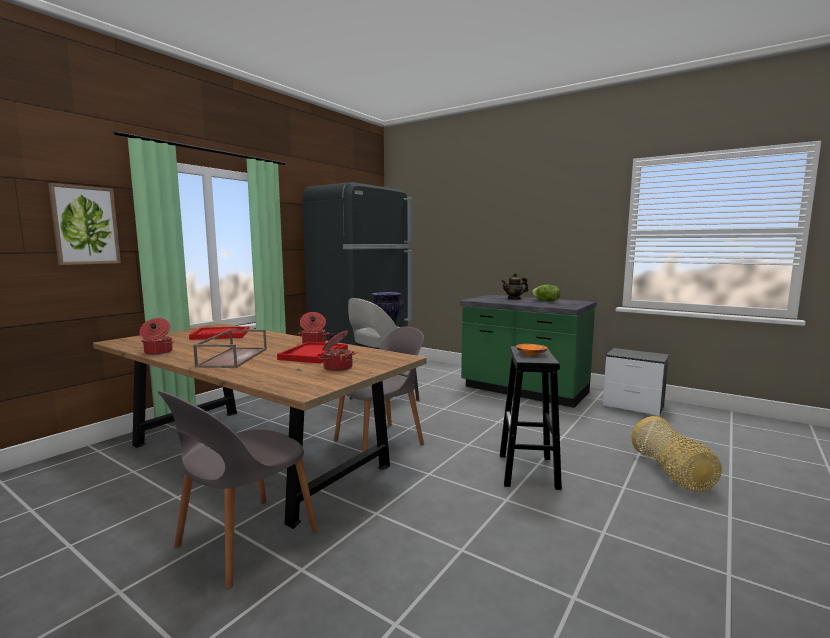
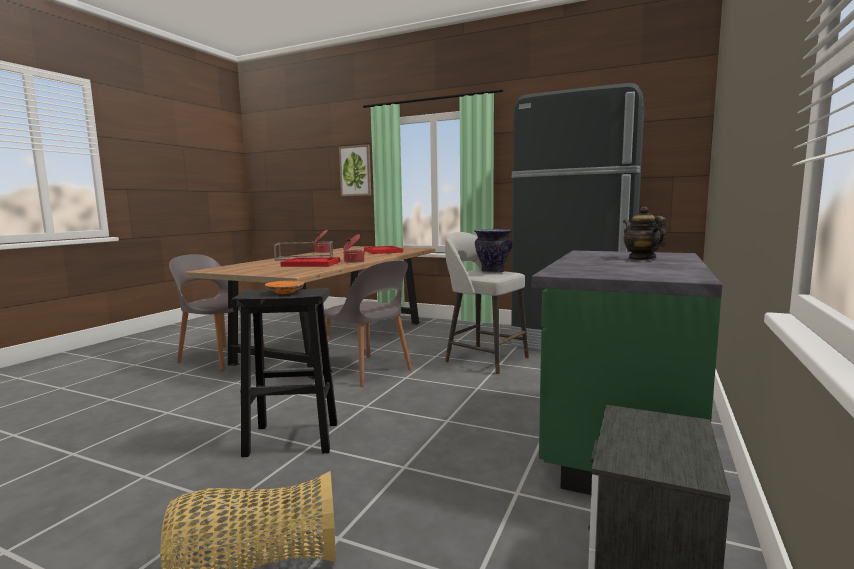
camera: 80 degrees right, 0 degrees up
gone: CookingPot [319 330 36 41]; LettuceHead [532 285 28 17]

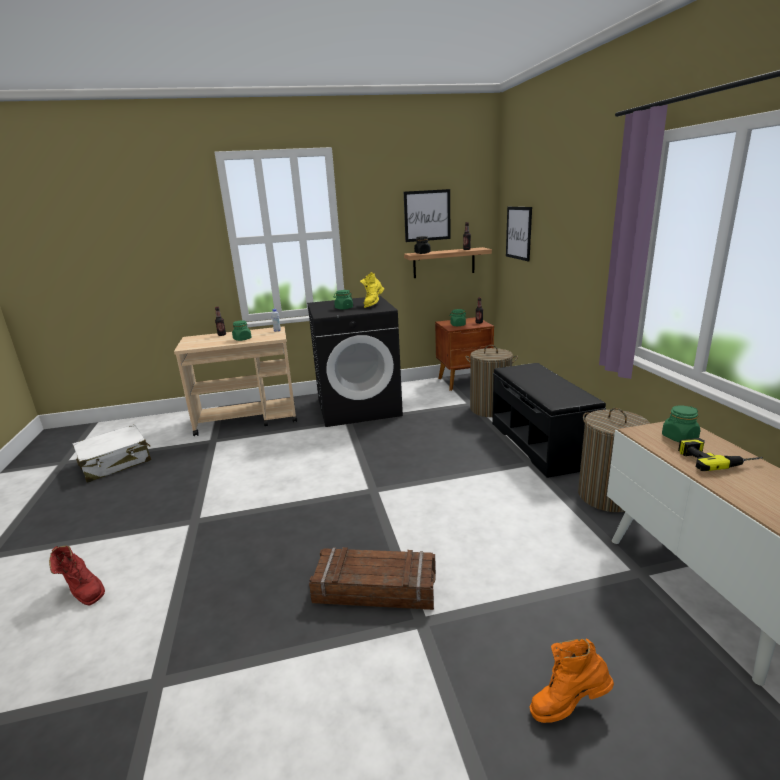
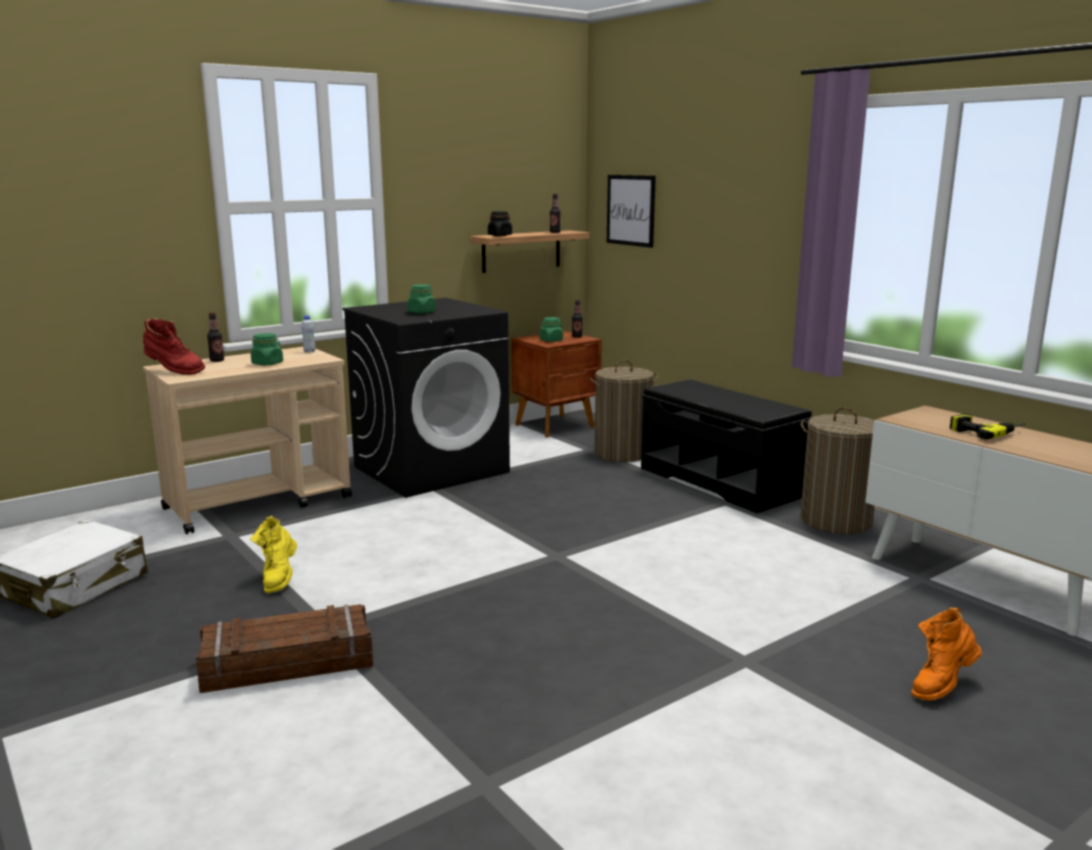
camera: 25 degrees left, 5 degrees down
gone: WallArt [404 189 47 53]; GreenStorageJar [662 405 38 38]
shifted: RedBoot [49 546 56 60] to [143 318 62 57]; Crate [309 547 127 63] to [196 604 177 89]; YellowColouredBoot [360 272 24 36] to [250 516 47 77]

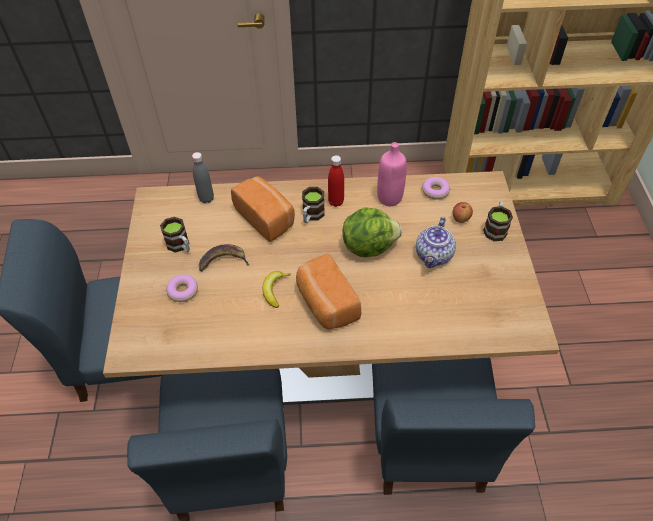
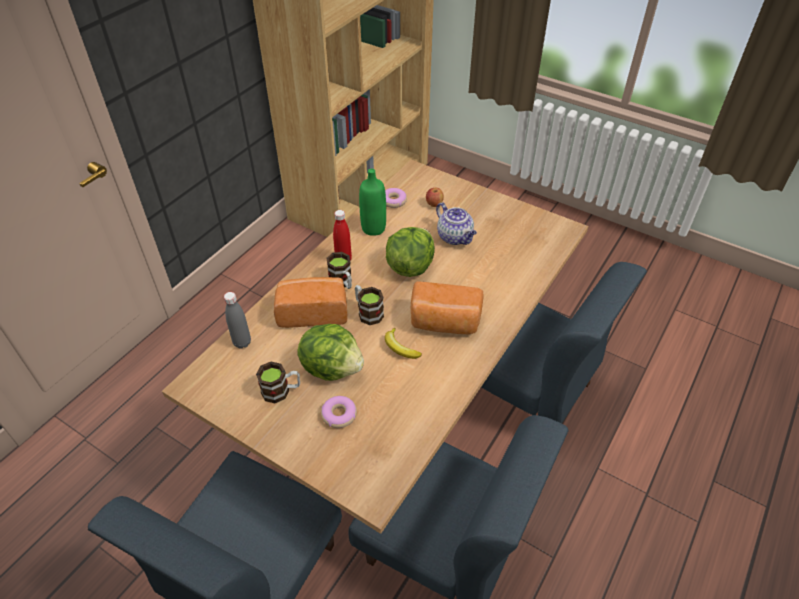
camera: 55 degrees left, 5 degrees down
shifted: Mug [483 201 30 40] to [355 285 29 40]
swapped: WholeBanana [199 244 51 27] to LettuceHead [297 324 67 57]
repainted: PinkDrinkBottle [377 142 30 64] to GreenDrinkBottle [359 169 27 67]

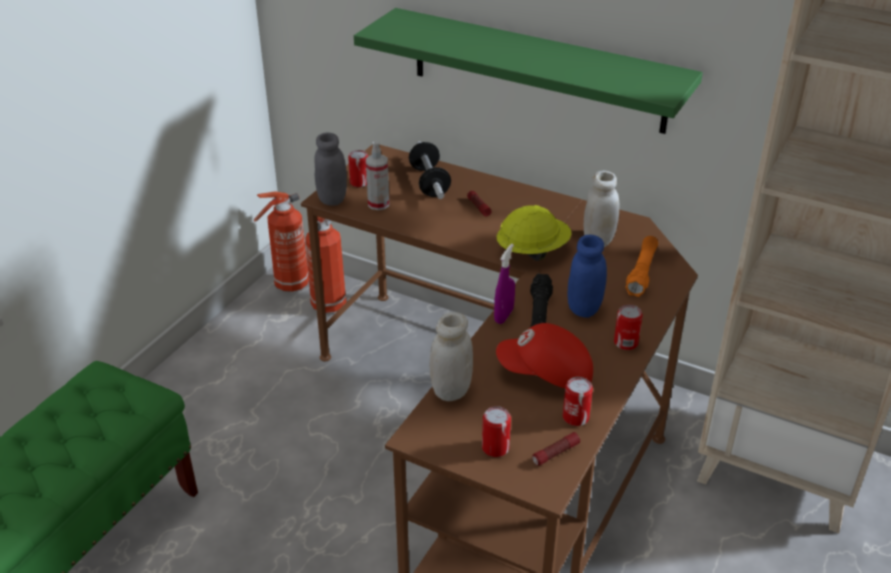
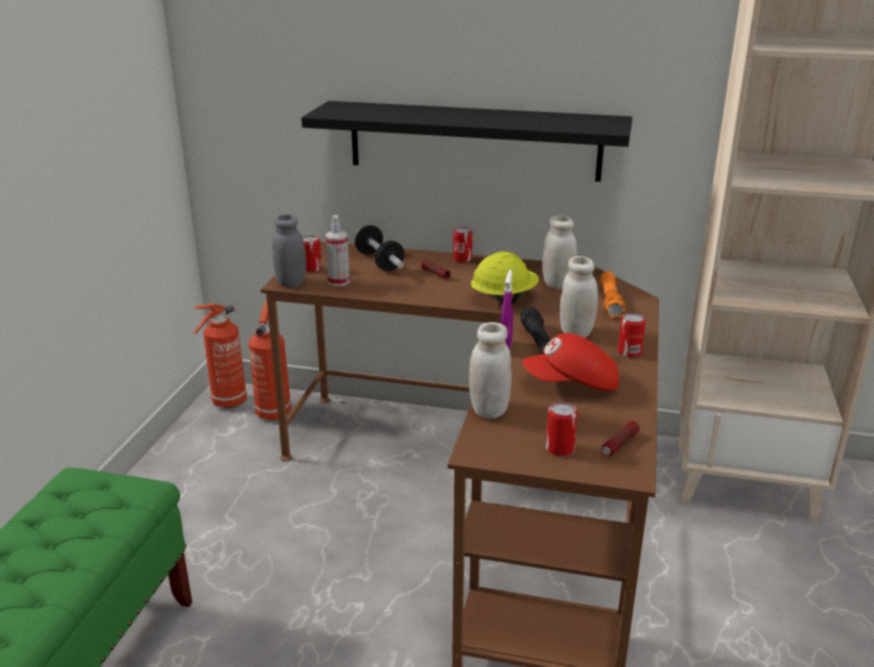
camera: 15 degrees left, 10 degrees down
shifted: Can [563 377 30 49] to [453 227 19 36]
repainted: GreenBracketShelf [354 8 349 126] to BlackishBracketShelf [301 101 331 81]; BlueColouredStorageJar [568 235 39 83] to WhitishStorageJar [560 256 38 82]

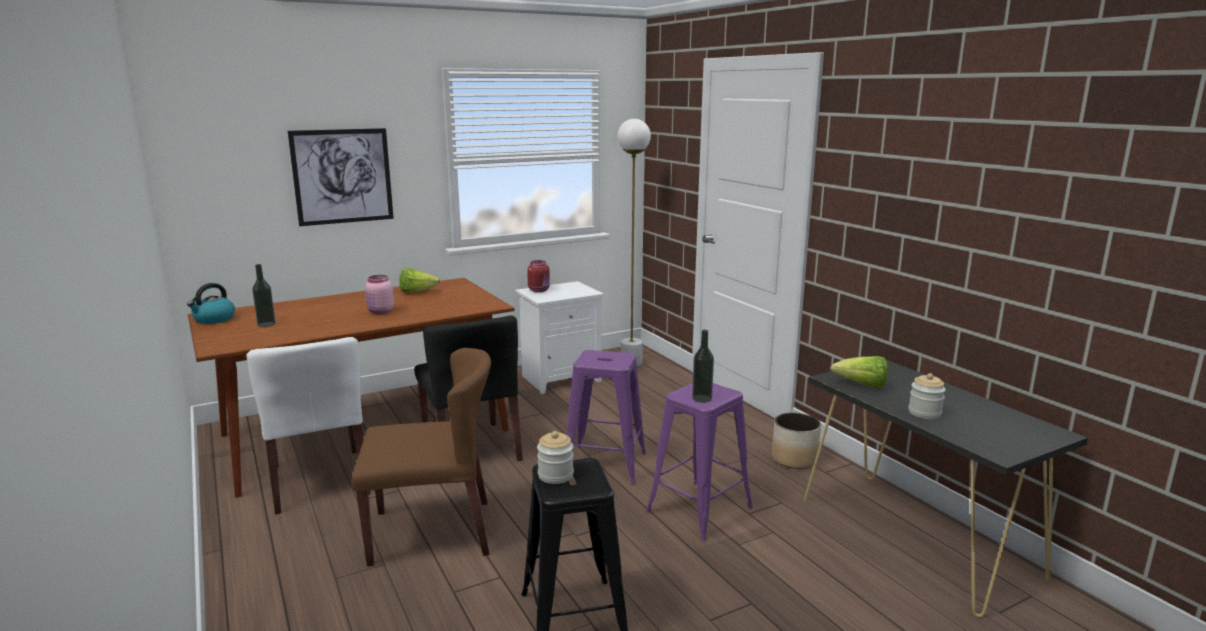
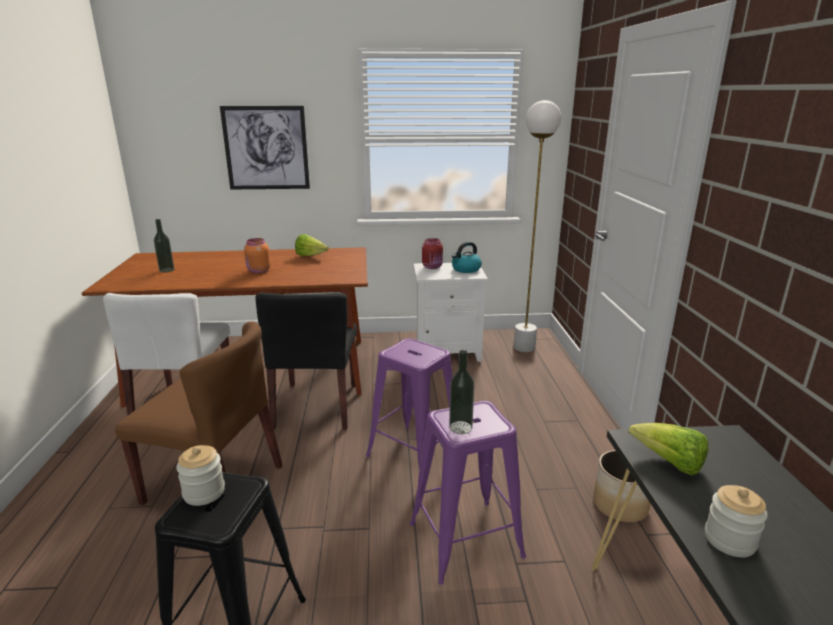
camera: 25 degrees right, 5 degrees up
shifted: Kettle [187 283 48 41] to [452 242 30 31]
repainted: PinkStorageJar [365 275 29 39] to OrangeyStorageJar [244 238 27 35]

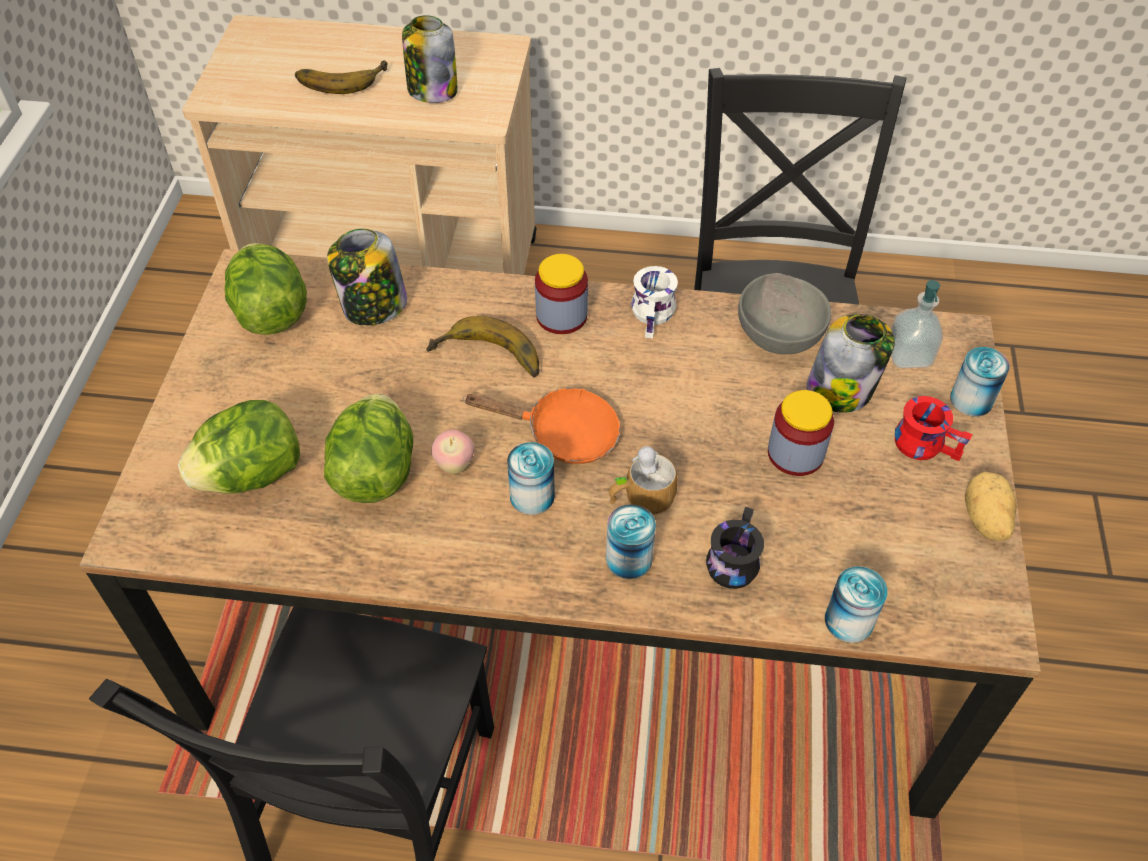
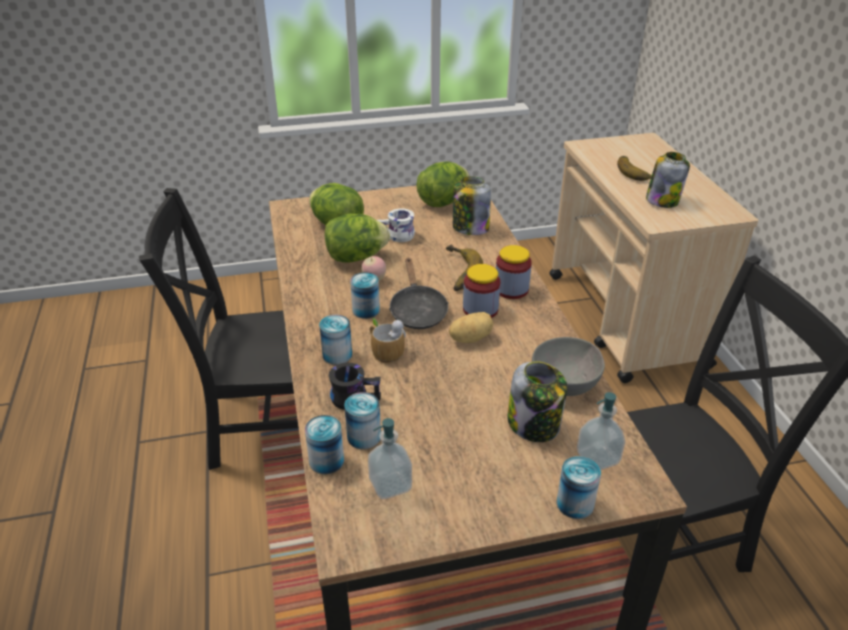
camera: 70 degrees right, 15 degrees down
gone: RedMug [895 396 78 65]
new: Can [344 392 37 57]; SoapBottle [368 418 44 81]
shifted: WhitishMug [631 266 47 73] to [377 208 38 34]; StorageJar [768 390 66 86] to [463 264 38 54]; WholePotato [965 472 52 69] to [449 312 44 31]
repainted: OrangeyPan [463 388 157 76] to BlackishPan [389 258 60 71]

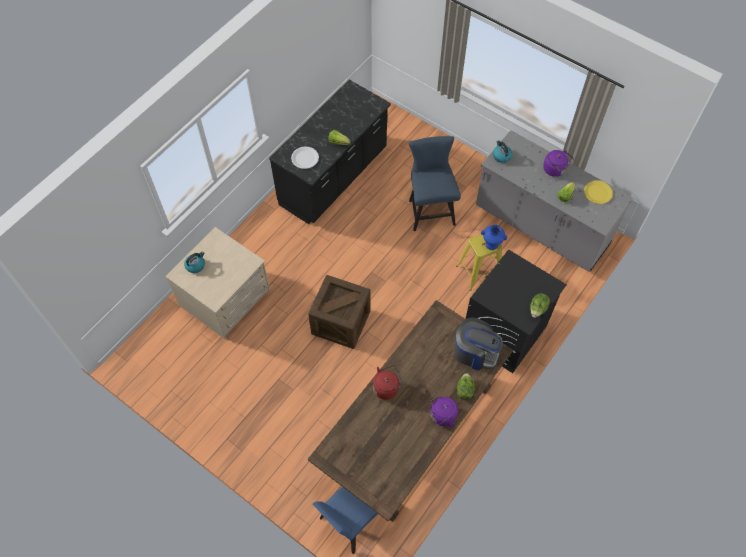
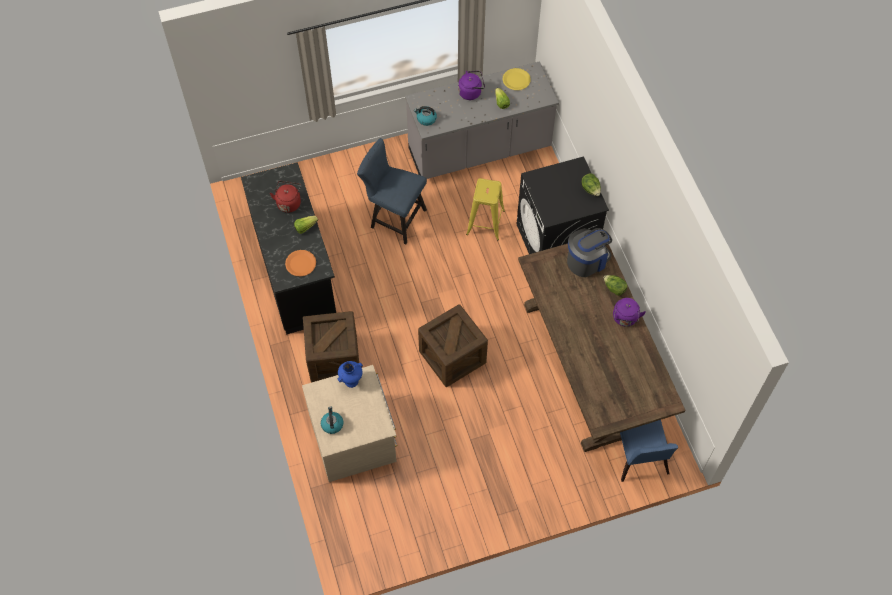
camera: 55 degrees left, 0 degrees up
new: Crate [303 311 56 71]
shifted: RedKettle [373 365 31 35] to [270 181 31 32]; BlueColouredVase [481 225 26 25] to [338 361 25 27]
repainted: WhitishDinnerPlate [291 146 28 23] to OrangeyDinnerPlate [285 250 31 26]

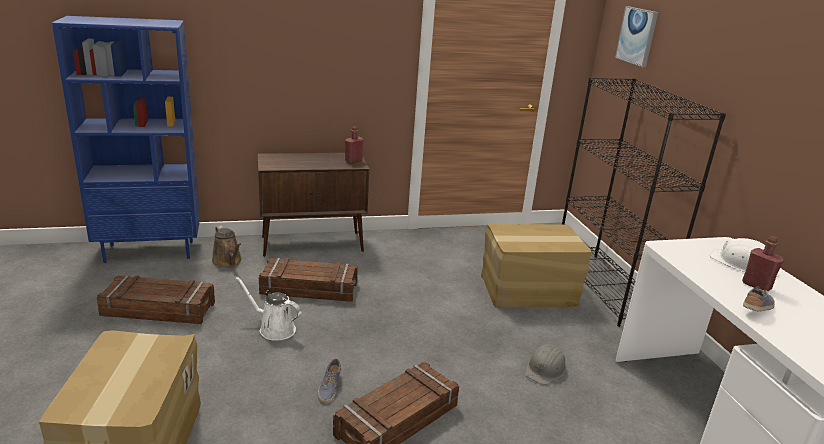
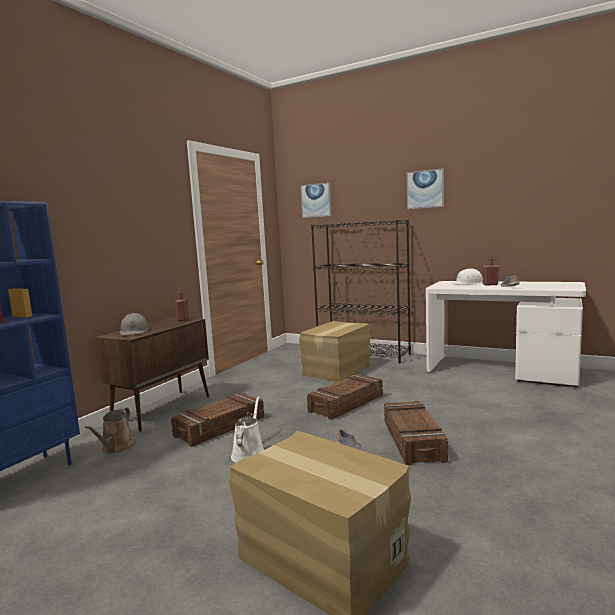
camera: 45 degrees left, 15 degrees down
new: WallArt [406 168 38 41]
shifted: Crate [97 275 118 49] to [307 374 76 46]; GraySafetyHelmet [525 344 41 41] to [120 313 29 22]
rotated: BrownishWateringCan [211 226 31 42] = [85 407 51 47] 90 degrees clockwise; WhitishWateringCan [235 276 66 65] = [231 396 33 66] 120 degrees clockwise

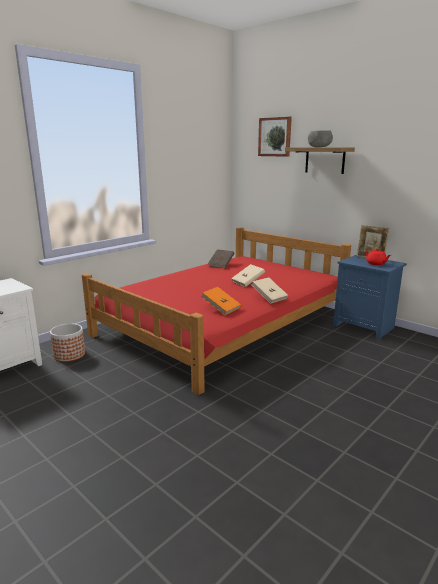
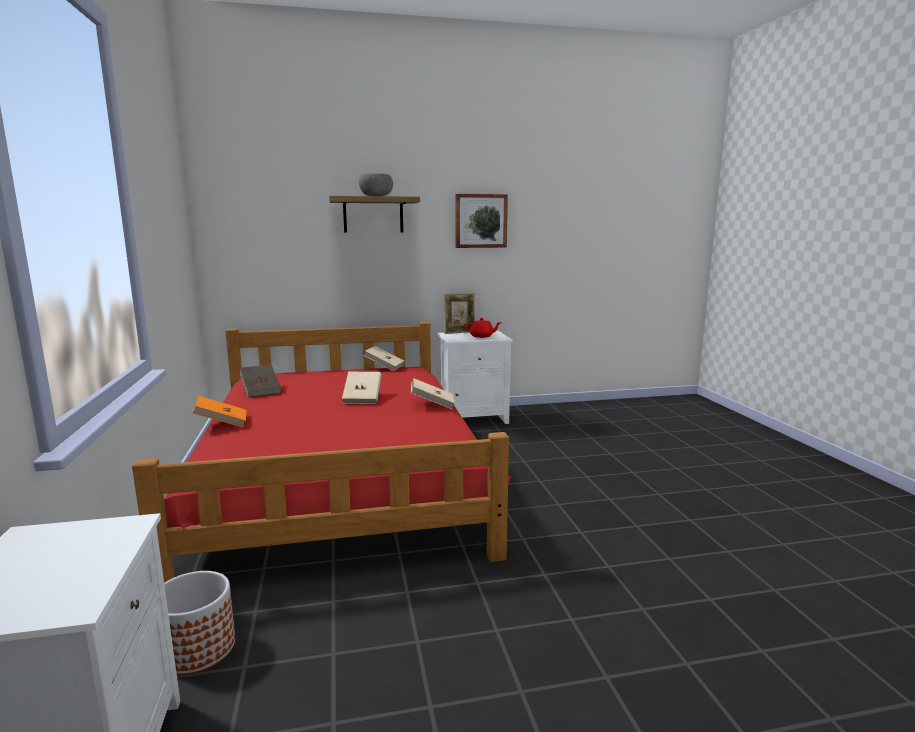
camera: 55 degrees left, 5 degrees down
new: SandColouredBoundBook [363 346 41 25]
shifted: OrangeyBoundBook [201 287 40 28] to [192 396 55 32]; WallArt [258 116 34 41] to [455 194 53 54]
repainted: BlueColouredBedsideTable [333 255 74 85] to WhitishBedsideTable [437 331 76 93]

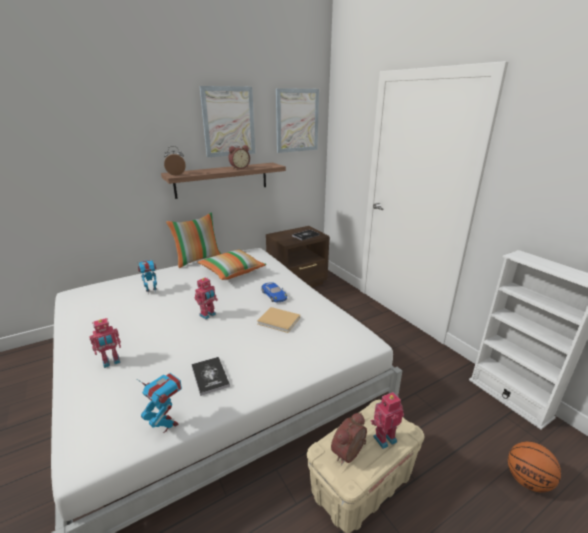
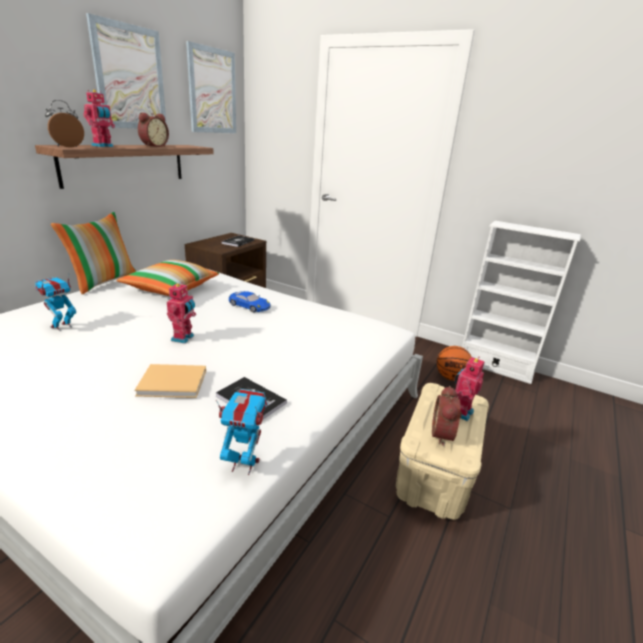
camera: 30 degrees left, 0 degrees up
shifted: ToyRobot [89 318 32 50] to [83 90 32 57]; SandColouredBoundBook [257 307 43 26] to [134 364 72 34]; Basketball [508 442 53 50] to [437 346 35 35]

